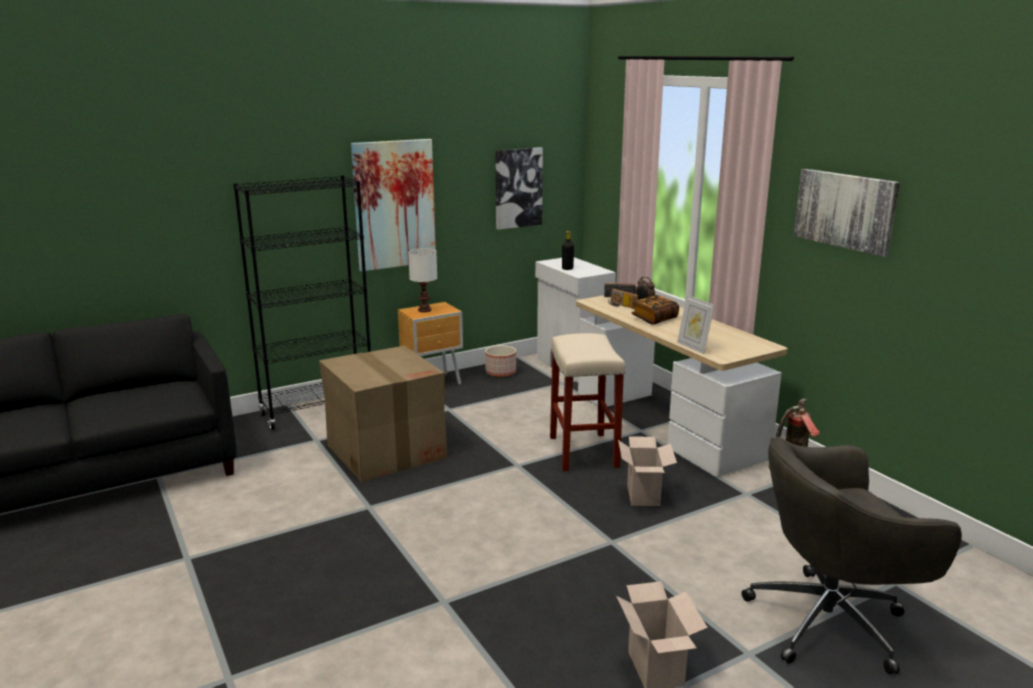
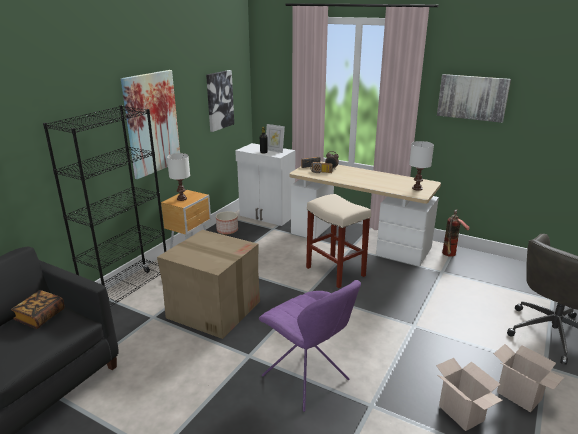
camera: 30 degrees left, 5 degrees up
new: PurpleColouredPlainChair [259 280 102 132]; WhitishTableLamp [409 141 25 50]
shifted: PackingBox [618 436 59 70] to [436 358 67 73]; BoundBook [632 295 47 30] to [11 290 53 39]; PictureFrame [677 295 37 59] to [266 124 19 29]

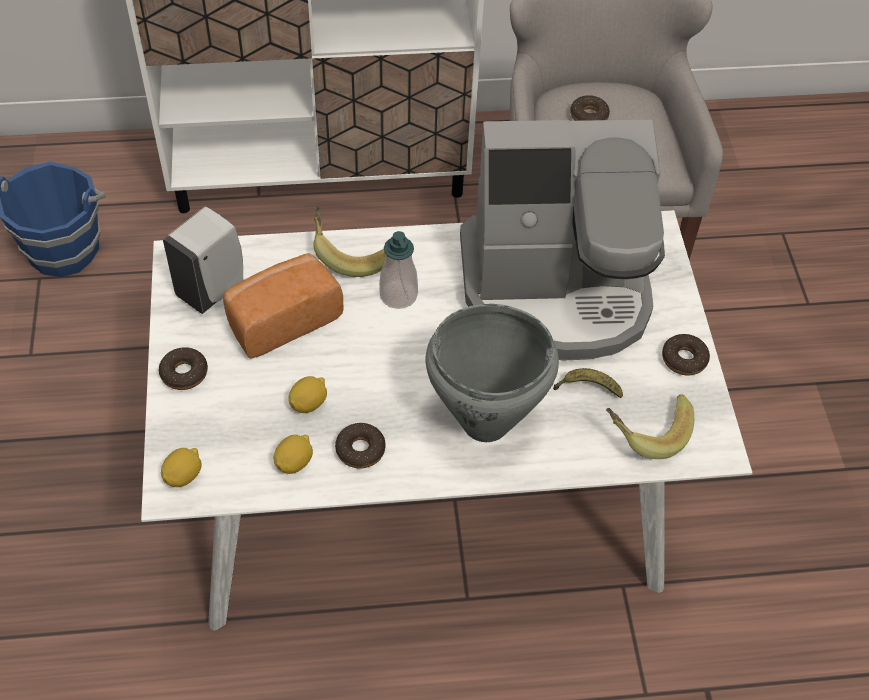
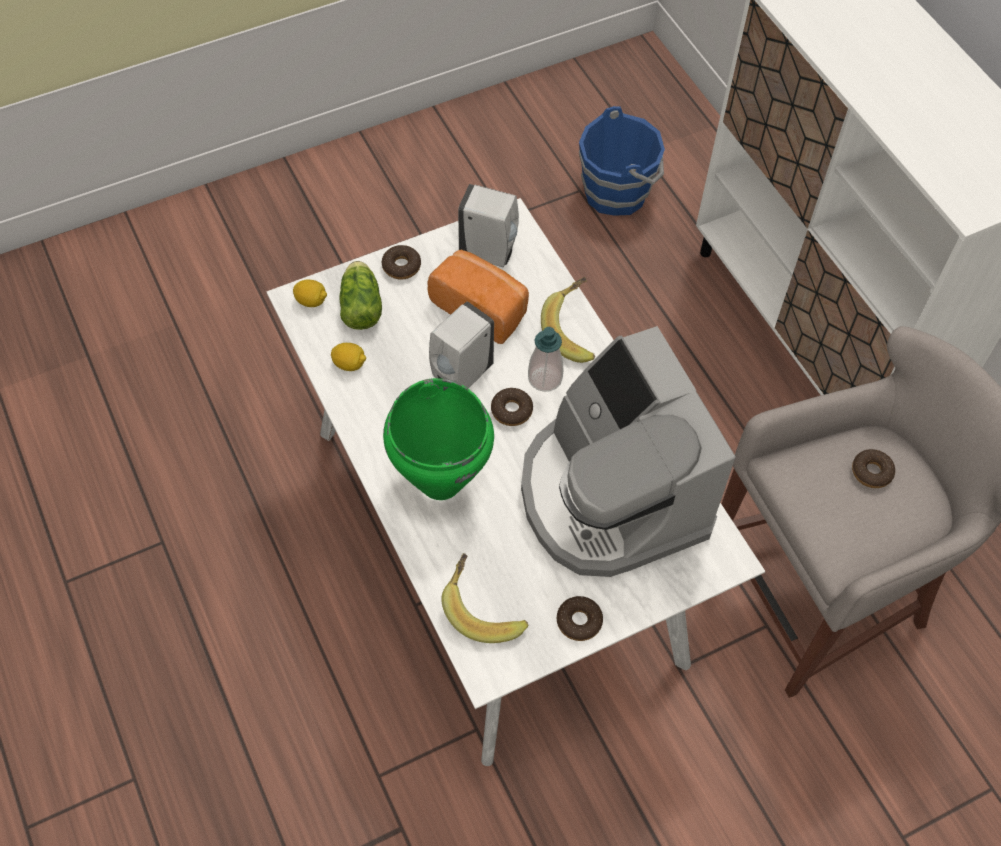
camera: 70 degrees right, 5 degrees up
gone: Lemon [288 376 39 37]; WholeBanana [553 368 70 30]
new: LettuceHead [339 261 43 69]; WhitishSoapBottle [429 302 65 86]
shifted: RingDoughnut [335 423 51 45] to [491 388 42 38]
repainted: GrayCookingPot [425 304 134 138] to GreenCookingPot [383 378 111 122]

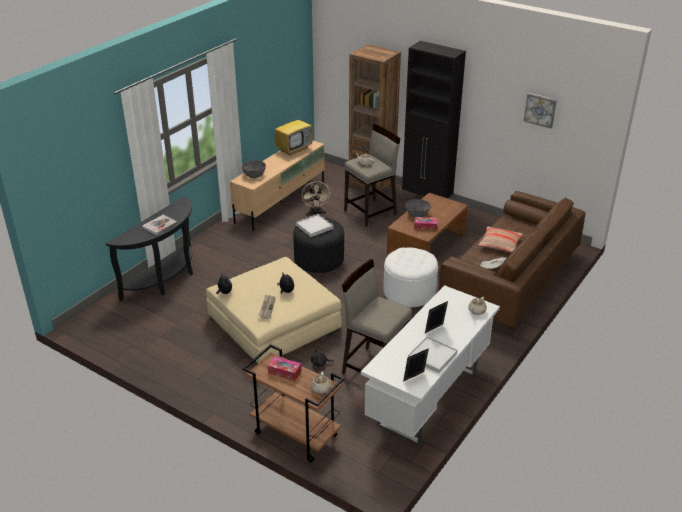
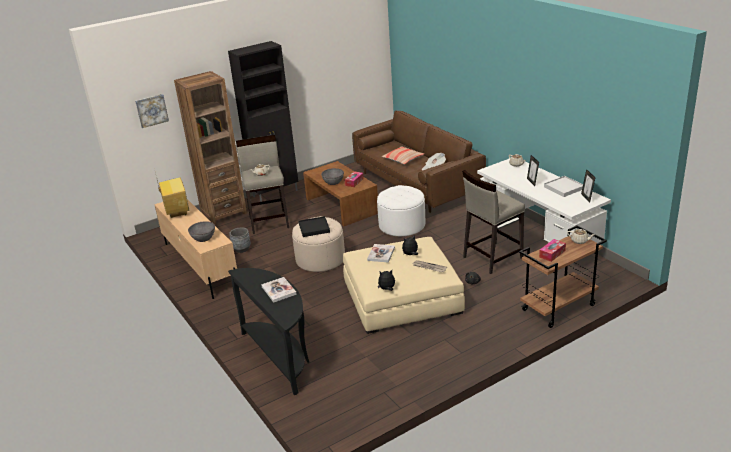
camera: 65 degrees left, 5 degrees down
new: BoundBook [367 244 28 19]
shifted: WallArt [524 93 33 36] to [135 94 34 34]
swapped: SandColouredFan [302 181 29 35] to GrayPlantPot [229 228 22 25]
repainted: BlackishFootrest [293 217 51 56] to SandColouredFootrest [292 216 53 56]; WhitishTray [296 214 37 23] to BlackishTray [299 216 31 21]

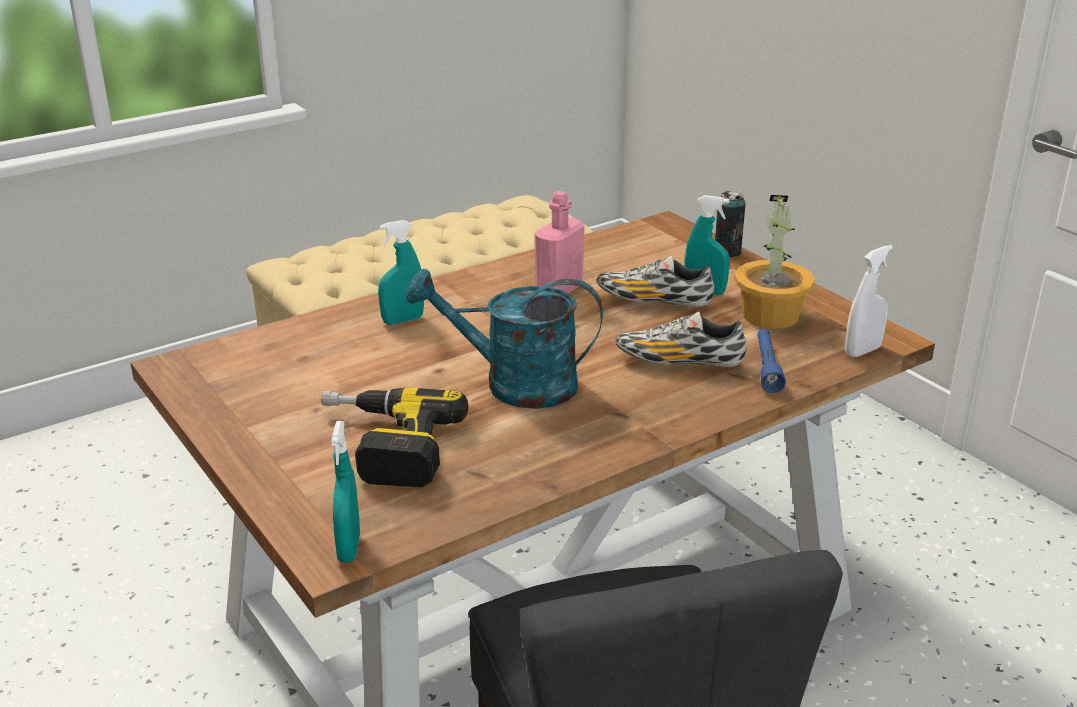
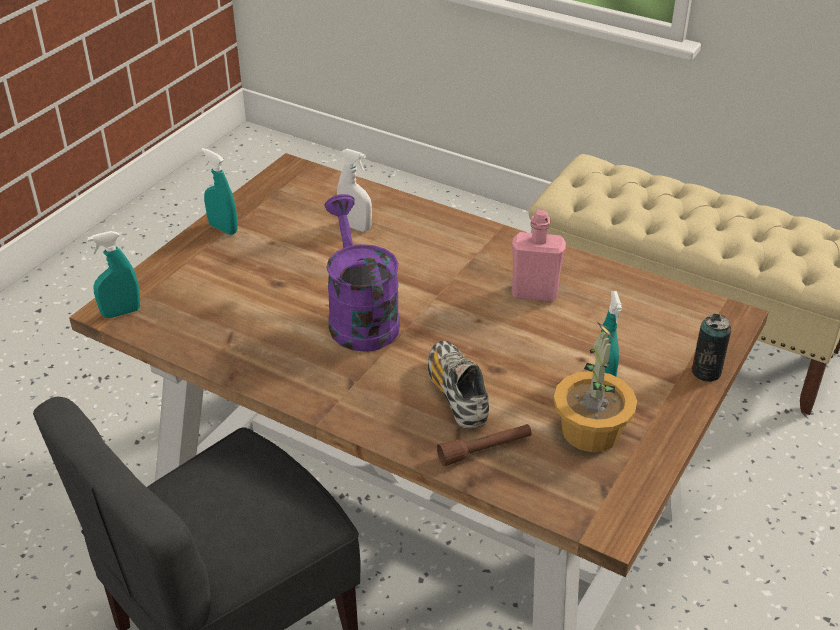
camera: 65 degrees right, 10 degrees up
gone: ElectricDrill [321 387 147 100]; ItemOfFootwear [597 255 118 52]
shifted: TurquoiseSprayer [378 220 46 104] to [201 148 37 87]; WhitishSprayer [845 245 48 112] to [337 149 35 82]
repainted: TurquoiseWateringCan [405 268 198 141] to PurpleColouredWateringCan [324 194 76 158]; BlueColouredFlashlight [758 329 28 64] to BrownishFlashlight [437 424 95 42]

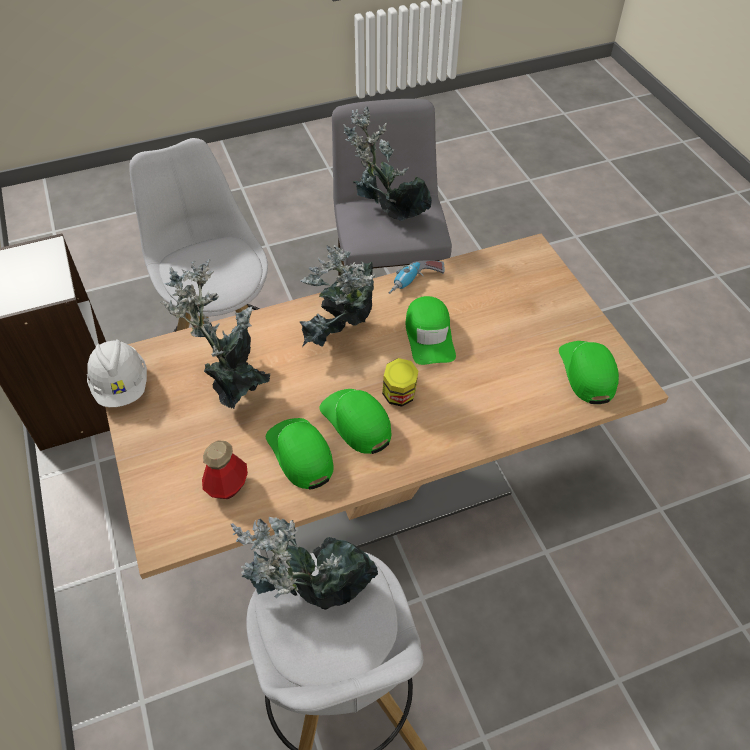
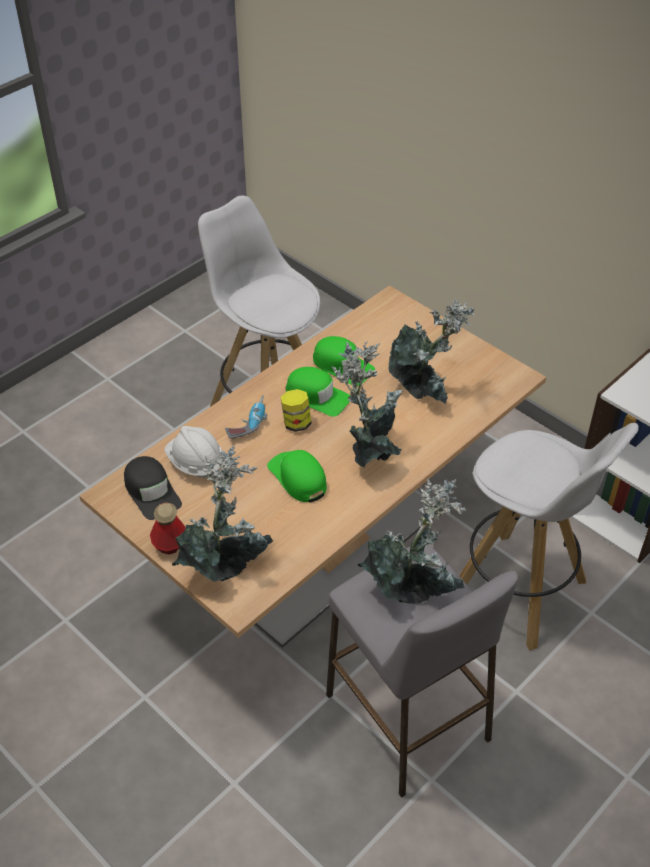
camera: 155 degrees right, 5 degrees down
shifted: WhitishSafetyHelmet [87 339 60 68] to [164 426 59 52]; DrinkBottle [202 440 46 59] to [150 502 35 52]; PlantInAPot [231 517 147 93] to [172 445 101 137]; ElectricDrill [388 261 56 33] to [225 395 42 44]
repainted: GreenBaseballCap [559 341 60 63] to BlackishBaseballCap [124 456 58 64]

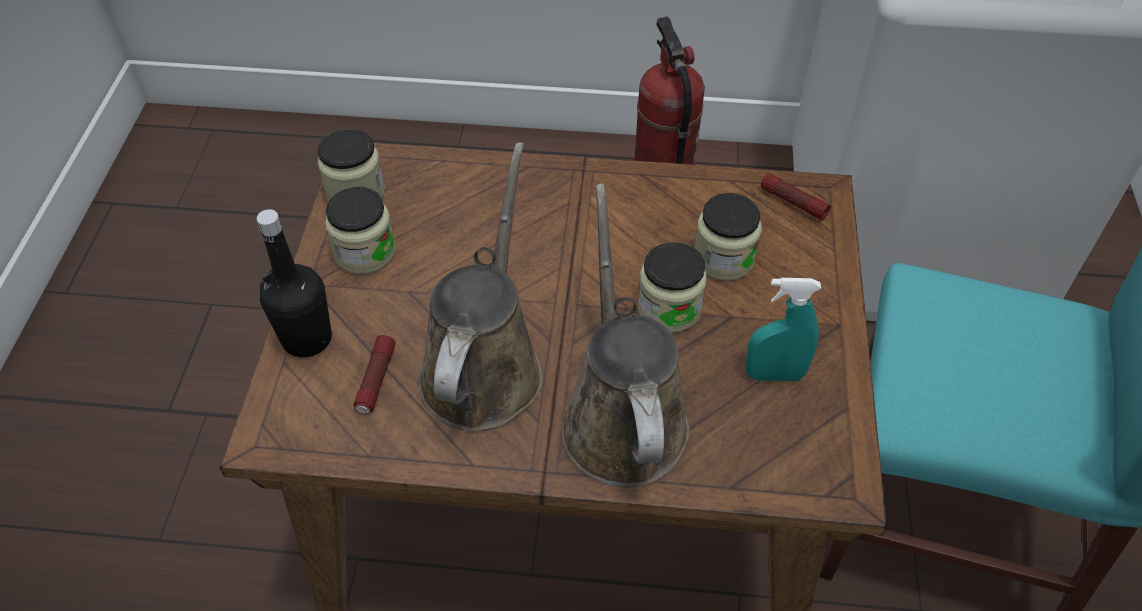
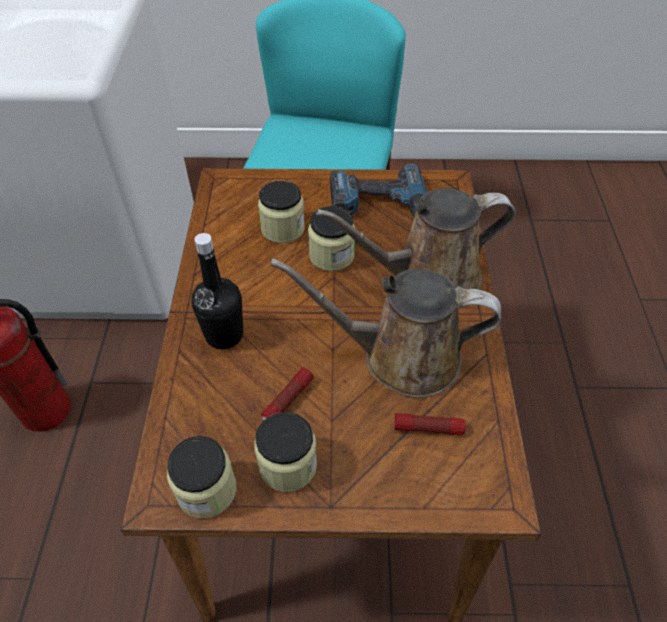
camera: 95 degrees left, 0 degrees up
shifted: BlackishDrinkBottle [257 209 75 148] to [191 233 52 116]; Flashlight [761 174 70 47] to [261 367 53 53]
swapped: TurquoiseSprayer [746 278 75 103] to ElectricDrill [330 163 97 54]

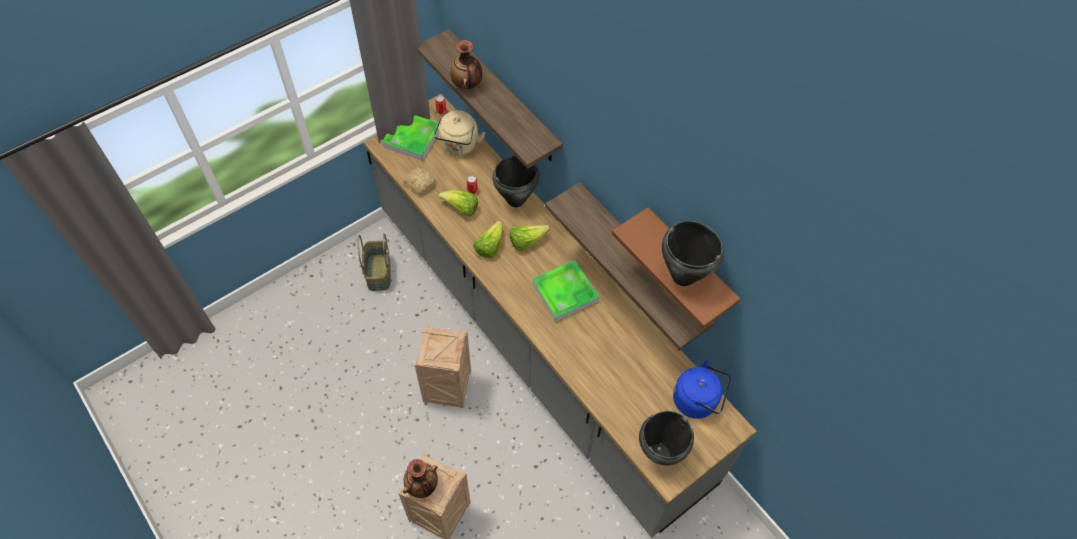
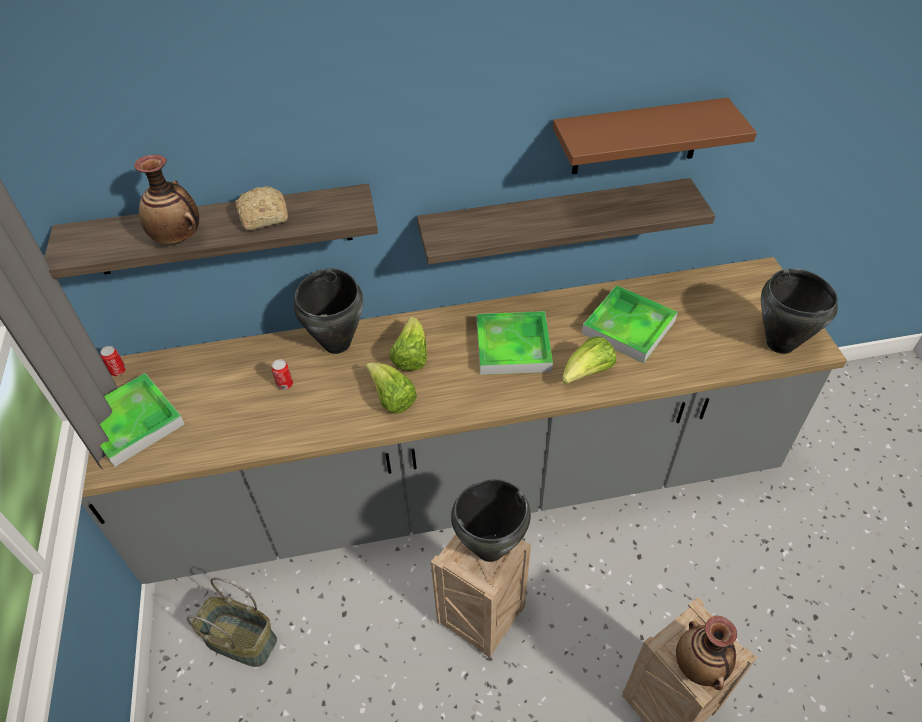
camera: 60 degrees left, 10 degrees down
gone: SandColouredKettle [434 110 52 45]; BlueColouredKettle [673 360 58 59]
new: Tray [582 285 96 78]
shifted: BakeryBread [403 167 33 28] to [235 186 53 44]; LettuceHead [438 190 40 26] to [562 336 54 48]; BlackishCookingPot [662 221 62 65] to [451 479 80 83]

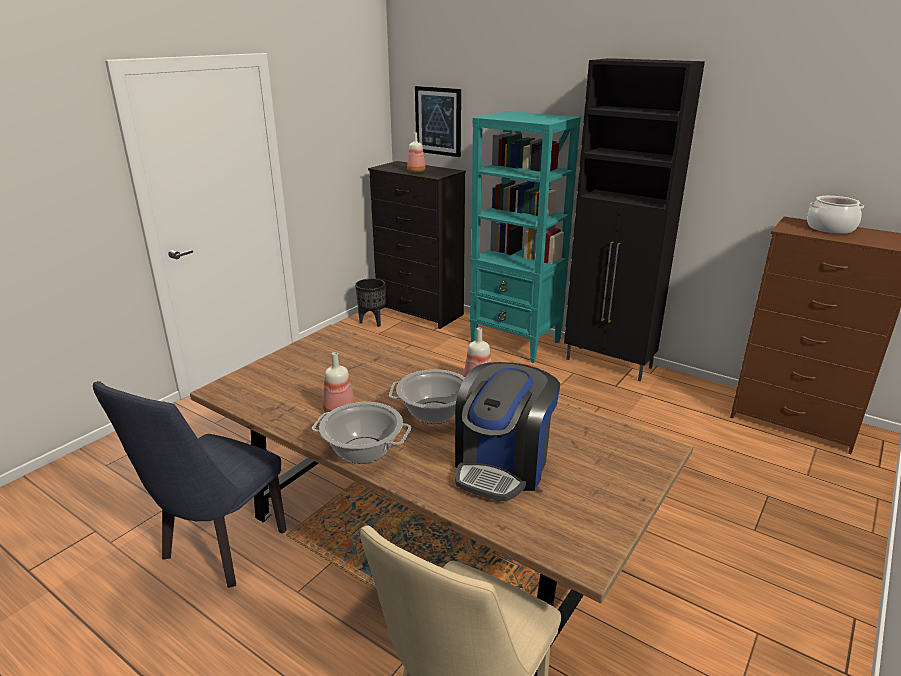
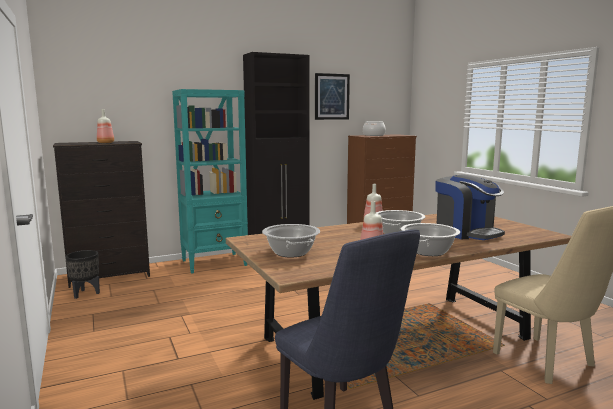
camera: 60 degrees left, 15 degrees down
new: CookingPot [262 224 58 34]
shifted: WallArt [415 86 46 71] to [315 73 35 47]

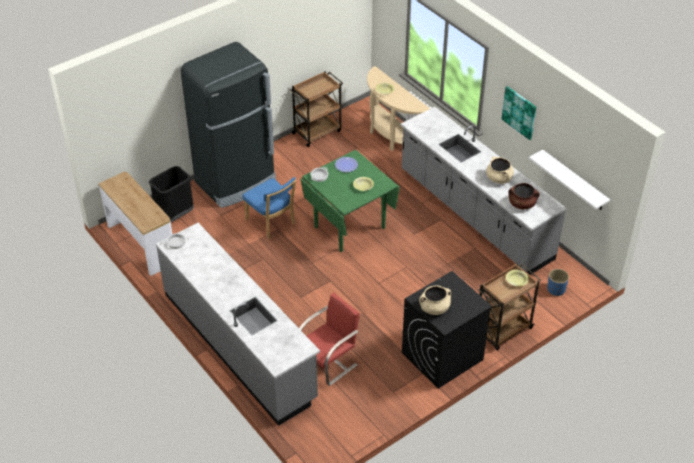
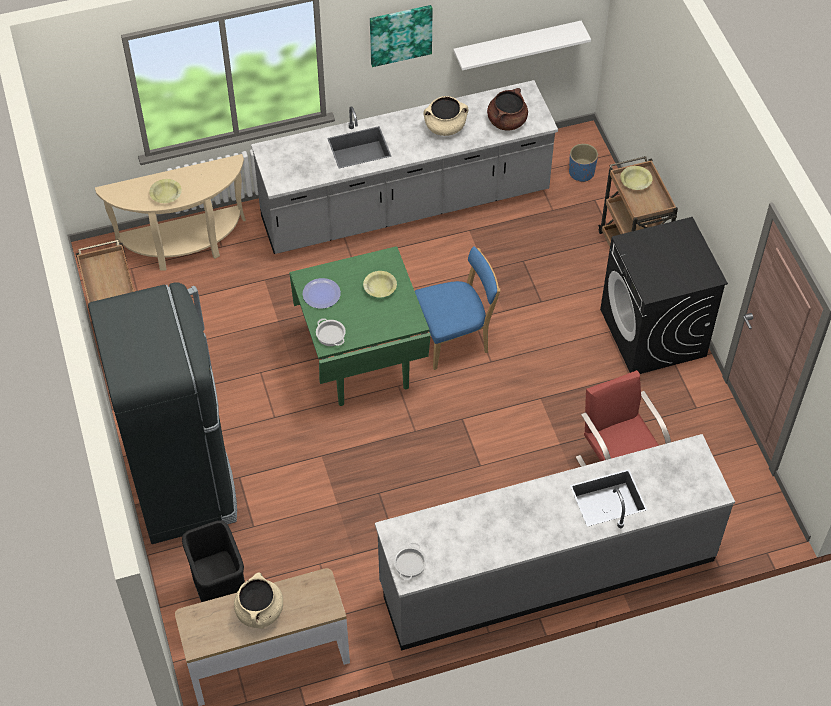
camera: 70 degrees left, 10 degrees up
shifted: BlueColouredPlainChair [243 177 54 62] to [415 246 85 124]; SandColouredCookingPot [419 286 32 29] to [234 572 49 57]

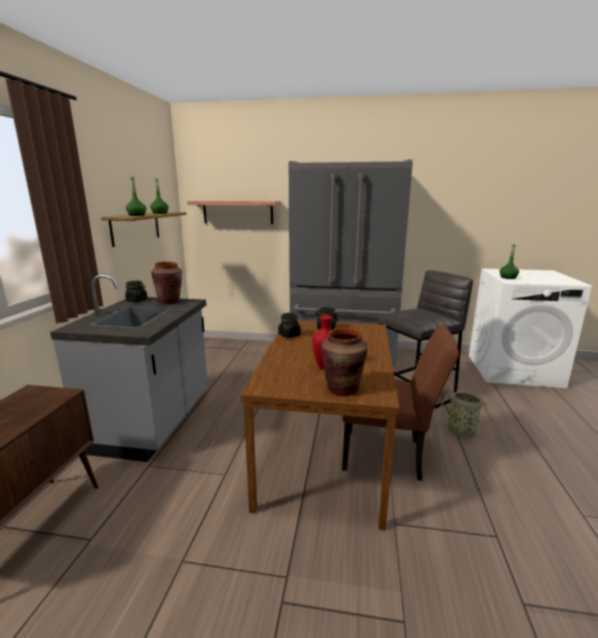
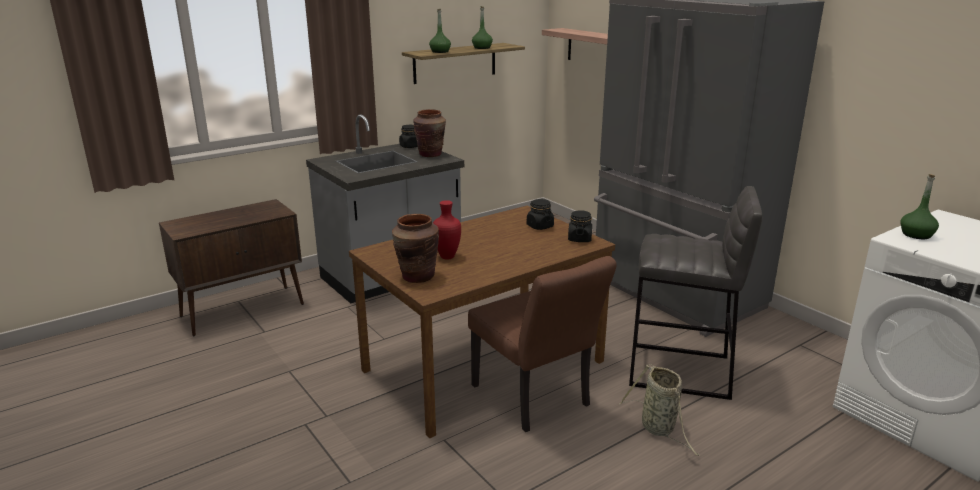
camera: 45 degrees right, 5 degrees up
shifted: BlackishStorageJar [278 313 23 25] to [568 210 24 32]

